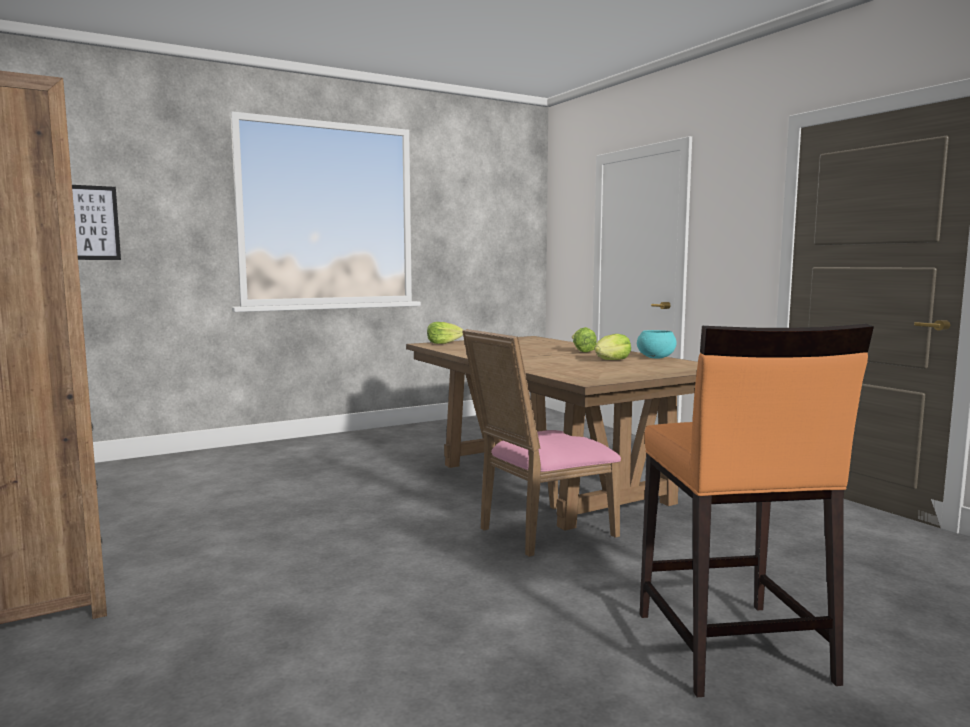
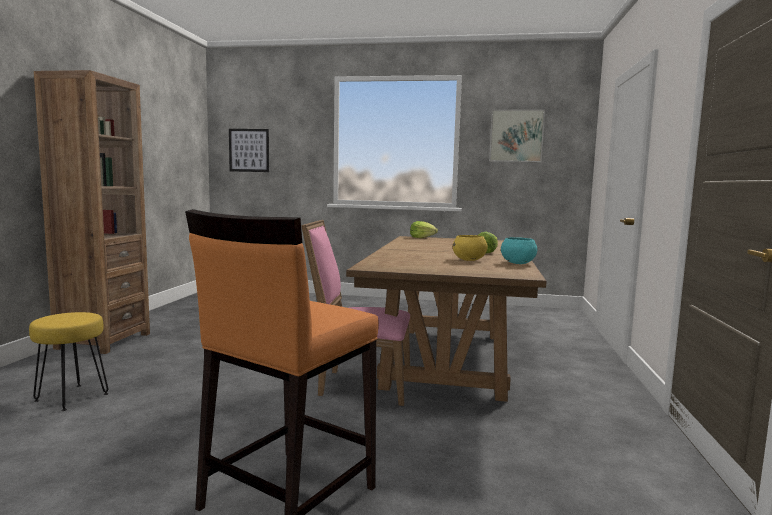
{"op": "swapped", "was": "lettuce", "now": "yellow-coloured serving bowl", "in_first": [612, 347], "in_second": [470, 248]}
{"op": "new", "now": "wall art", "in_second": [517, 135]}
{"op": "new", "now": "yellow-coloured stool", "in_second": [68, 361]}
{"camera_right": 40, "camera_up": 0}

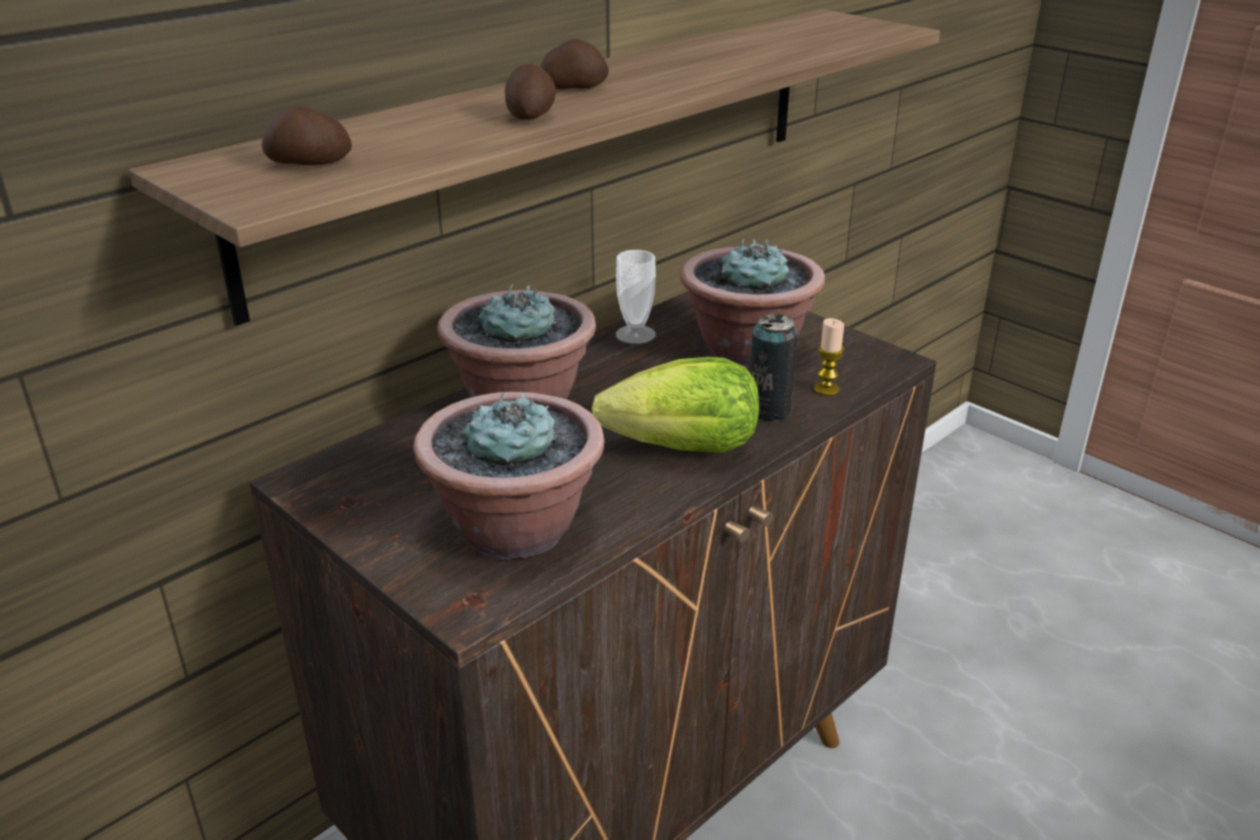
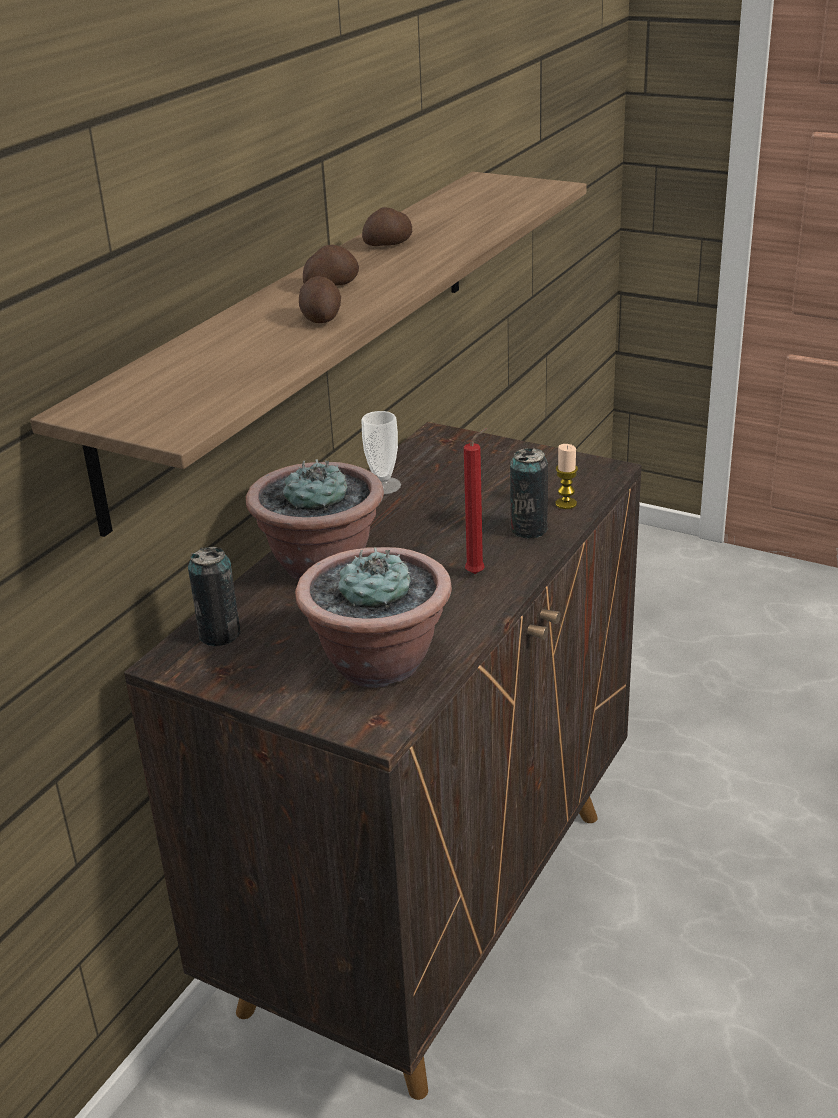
{"op": "shifted", "was": "potato", "in_first": [307, 135], "in_second": [387, 226]}
{"op": "gone", "was": "plant in a pot", "in_first": [752, 304]}
{"op": "swapped", "was": "lettuce", "now": "red wax candle", "in_first": [675, 405], "in_second": [476, 501]}
{"op": "new", "now": "sealed can", "in_second": [214, 596]}
{"camera_right": -15, "camera_up": 0}

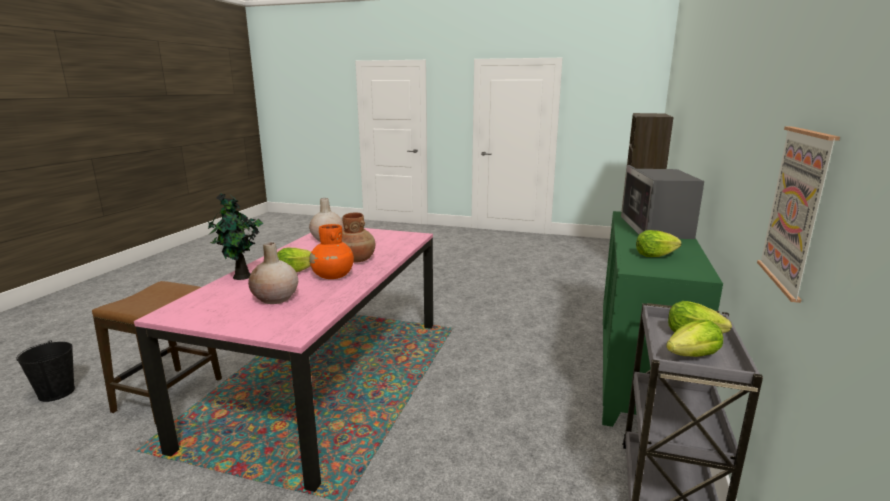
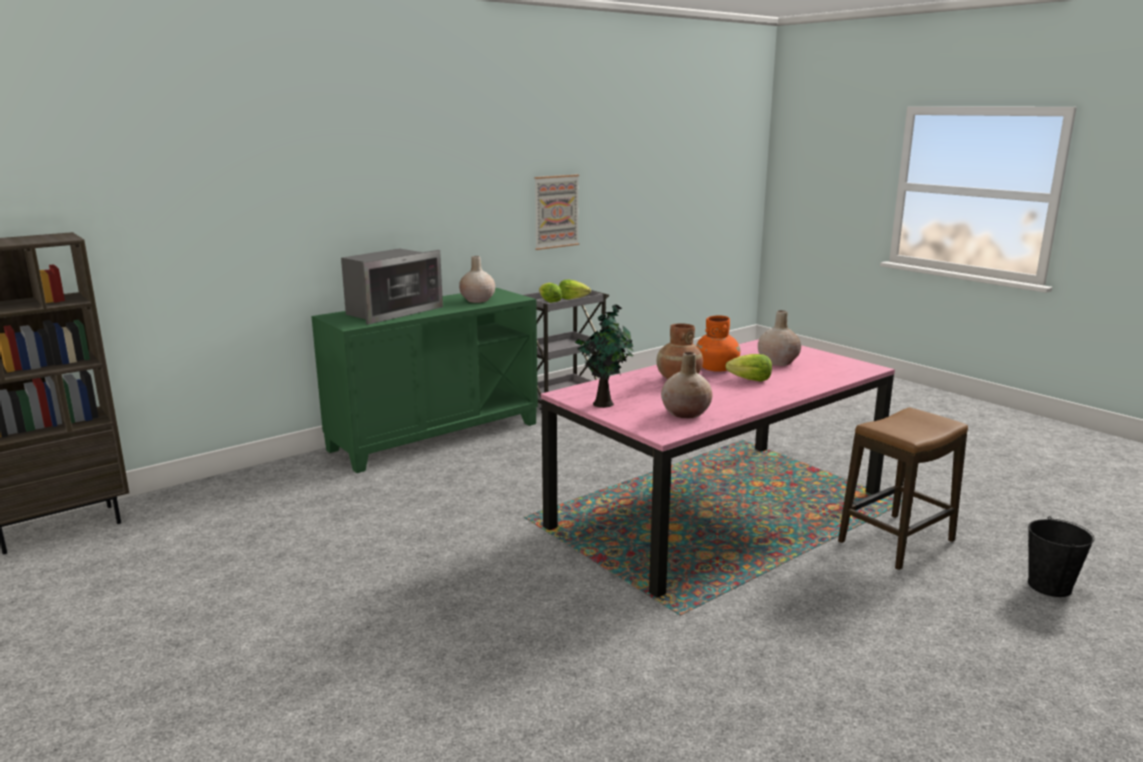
{"op": "shifted", "was": "plant in a pot", "in_first": [235, 236], "in_second": [604, 356]}
{"op": "swapped", "was": "lettuce", "now": "sand-coloured flower vase", "in_first": [658, 243], "in_second": [477, 279]}
{"camera_right": -145, "camera_up": 0}

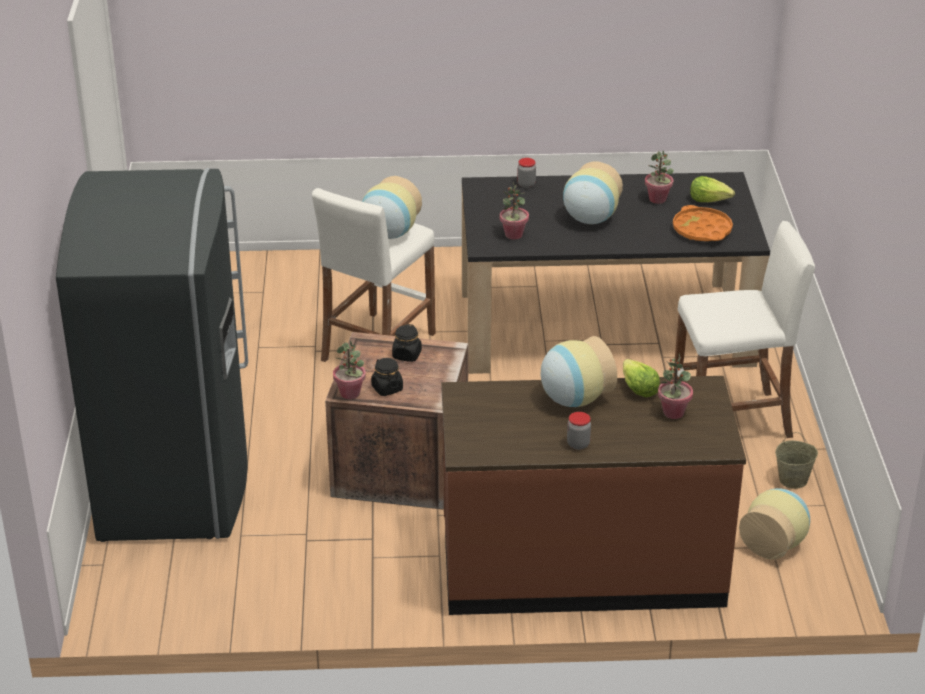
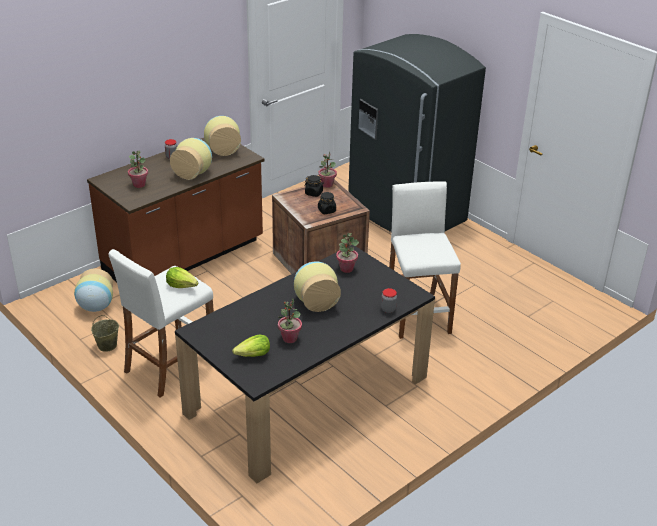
{"op": "shifted", "was": "flower vase", "in_first": [392, 207], "in_second": [222, 136]}
{"op": "gone", "was": "orange tray", "in_first": [703, 223]}
{"op": "shifted", "was": "lettuce", "in_first": [641, 378], "in_second": [182, 277]}
{"camera_right": 140, "camera_up": 0}

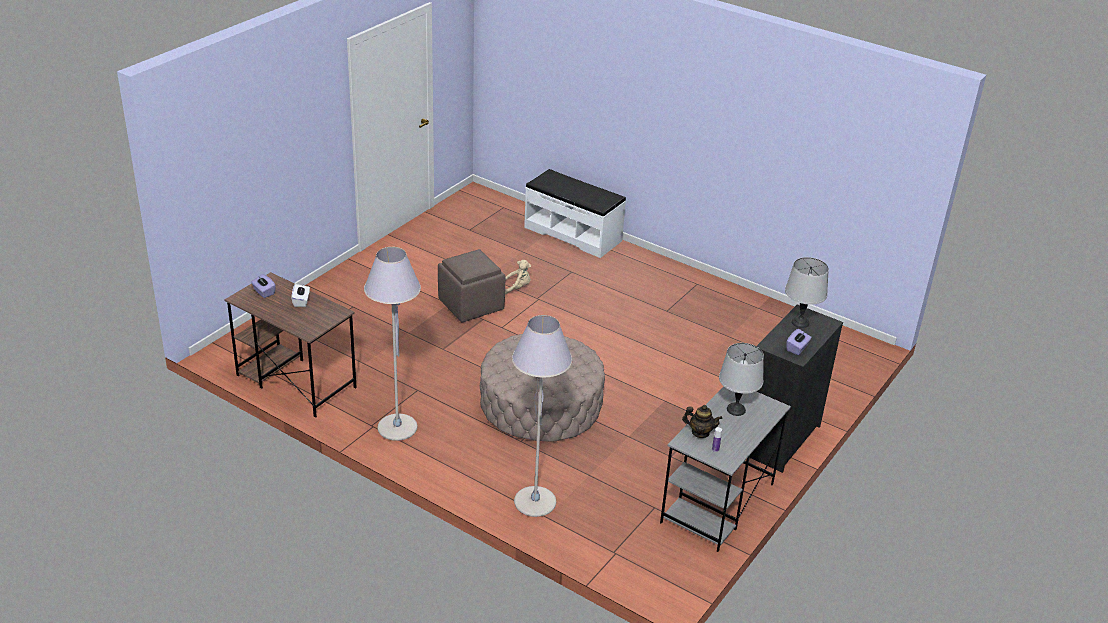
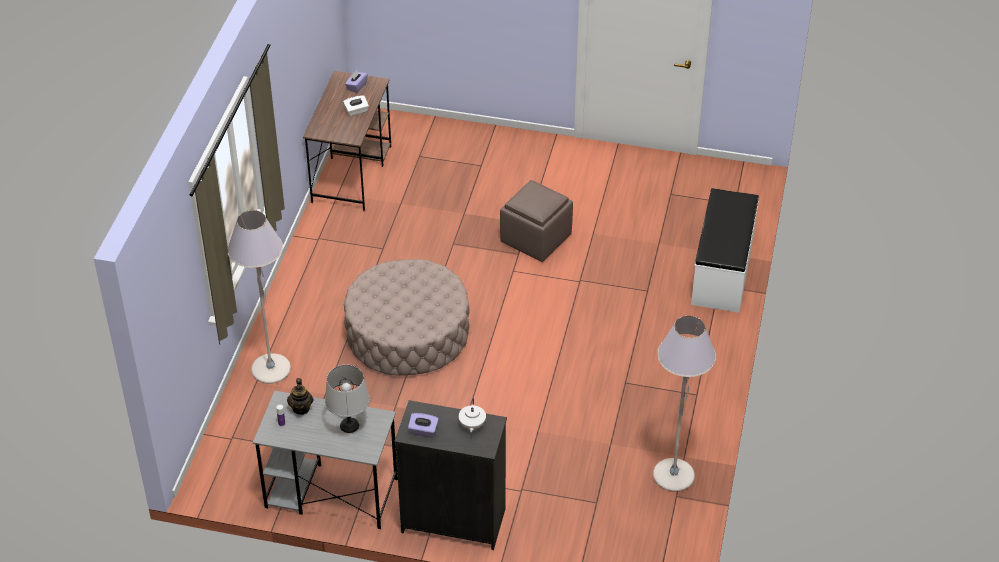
{"op": "shifted", "was": "gray standing lamp", "in_first": [392, 344], "in_second": [684, 404]}
{"op": "swapped", "was": "gray tabletop lamp", "now": "white teapot", "in_first": [807, 292], "in_second": [472, 415]}
{"op": "gone", "was": "sand-coloured soft toy", "in_first": [518, 277]}
{"camera_right": 70, "camera_up": 10}

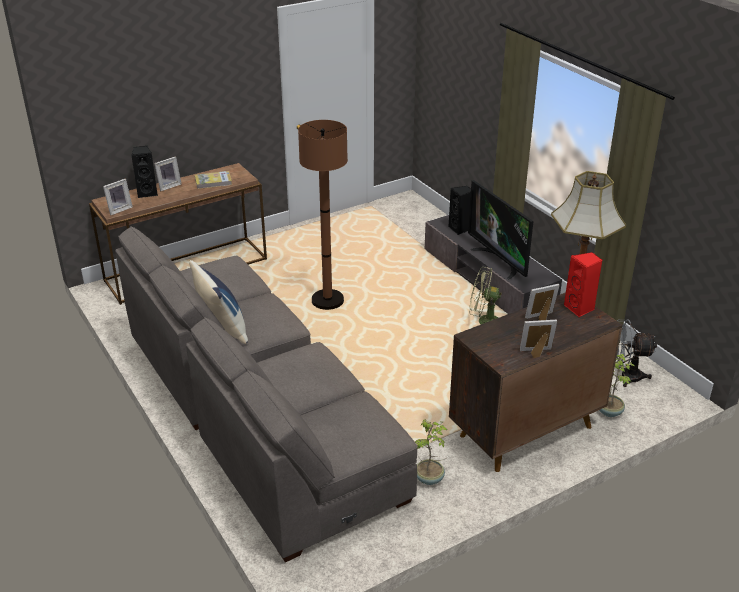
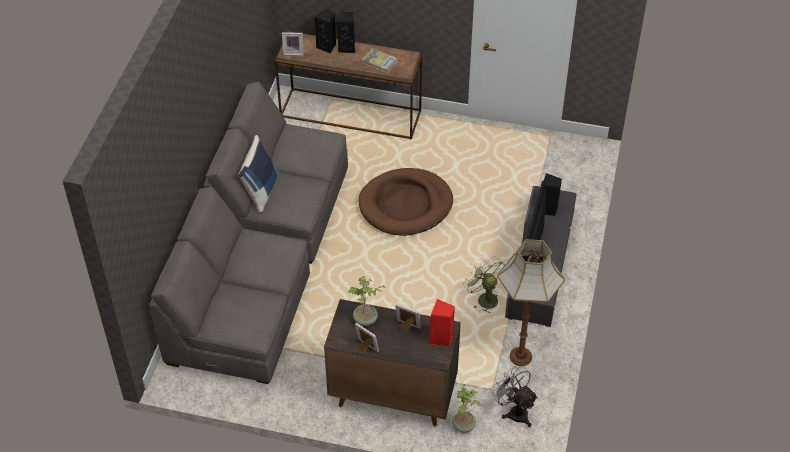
{"op": "swapped", "was": "brownish standing lamp", "now": "brownish dog bed", "in_first": [323, 215], "in_second": [406, 202]}
{"op": "swapped", "was": "photo frame", "now": "blackish audio speaker", "in_first": [168, 174], "in_second": [346, 32]}
{"op": "shifted", "was": "plant in a pot", "in_first": [431, 452], "in_second": [367, 301]}
{"camera_right": 45, "camera_up": 15}

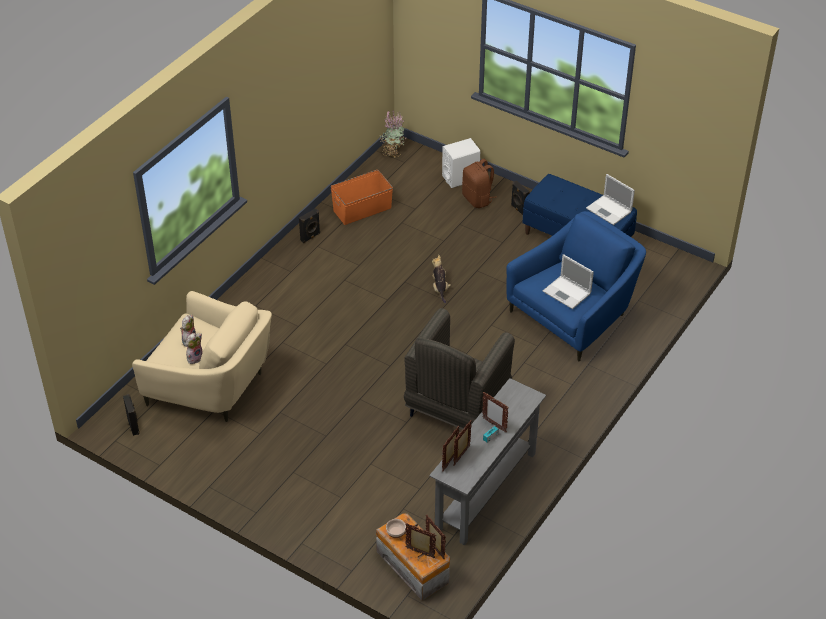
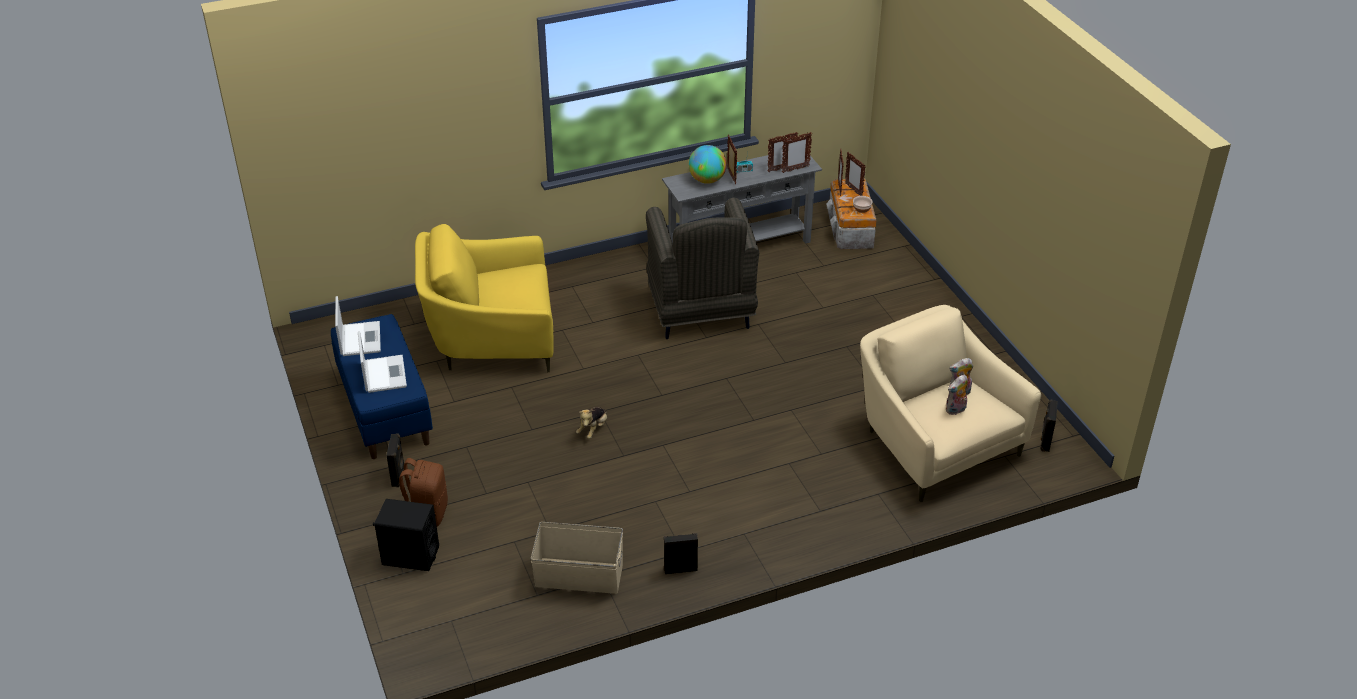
{"op": "gone", "was": "plant in a pot", "in_first": [393, 134]}
{"op": "repainted", "was": "white audio speaker", "now": "blackish audio speaker", "in_first": [461, 163], "in_second": [406, 535]}
{"op": "repainted", "was": "orange storage bin", "now": "sand-coloured storage bin", "in_first": [362, 197], "in_second": [577, 558]}
{"op": "repainted", "was": "bluish easy chair", "now": "yellow-coloured easy chair", "in_first": [576, 286], "in_second": [484, 298]}
{"op": "shifted", "was": "portable computer", "in_first": [568, 281], "in_second": [382, 362]}
{"op": "rotated", "was": "gray easy chair", "in_first": [459, 369], "in_second": [702, 268], "clockwise": 105}
{"op": "new", "now": "world globe", "in_second": [707, 164]}
{"camera_right": -145, "camera_up": -5}

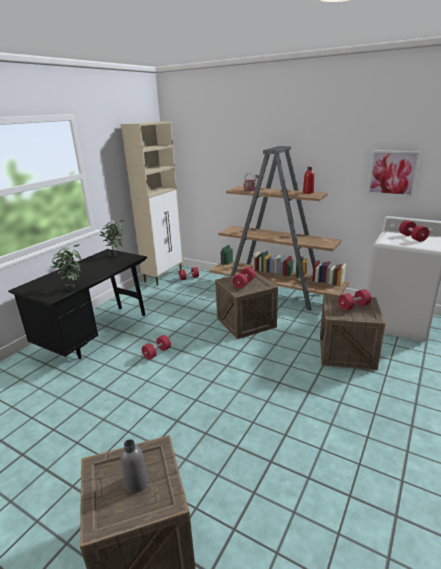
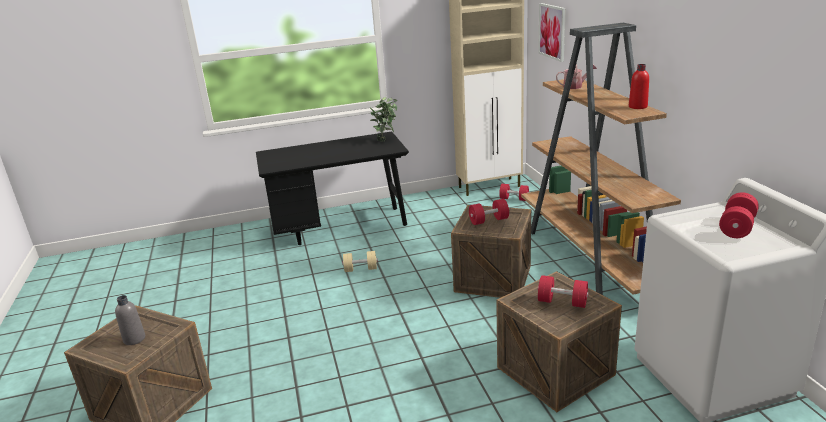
{"op": "shifted", "was": "wall art", "in_first": [394, 174], "in_second": [552, 32]}
{"op": "gone", "was": "plant in a pot", "in_first": [65, 267]}
{"op": "repainted", "was": "red hand weight", "now": "sand-coloured hand weight", "in_first": [156, 347], "in_second": [360, 261]}
{"camera_right": 45, "camera_up": 0}

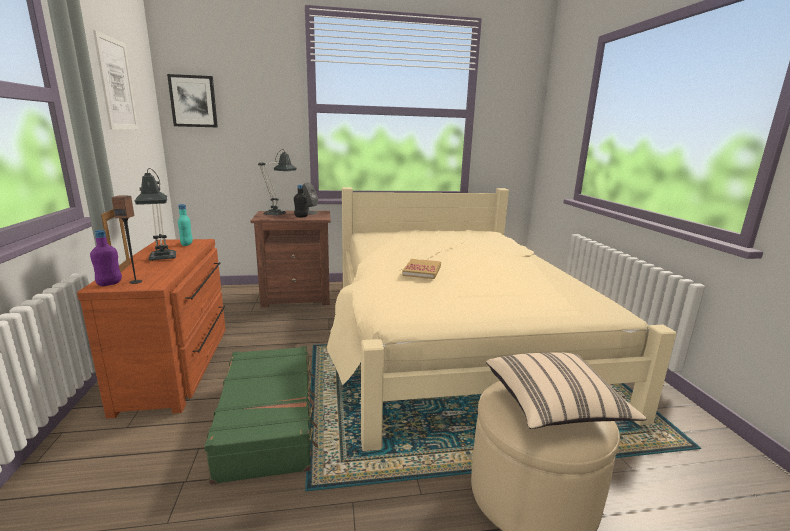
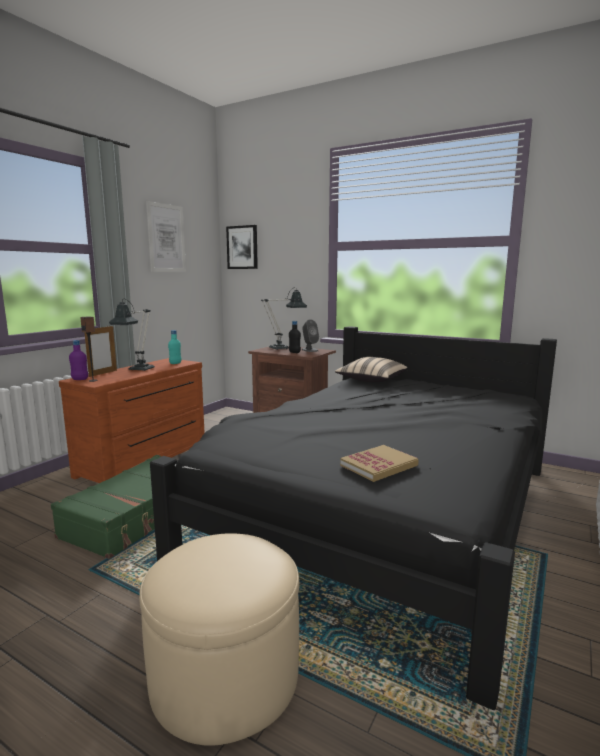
{"op": "repainted", "was": "sand-coloured sleeping bed", "now": "blackish sleeping bed", "in_first": [502, 319], "in_second": [353, 518]}
{"op": "shifted", "was": "book", "in_first": [421, 269], "in_second": [379, 463]}
{"op": "shifted", "was": "sand-coloured cushion", "in_first": [566, 390], "in_second": [371, 369]}
{"camera_right": 40, "camera_up": -5}

